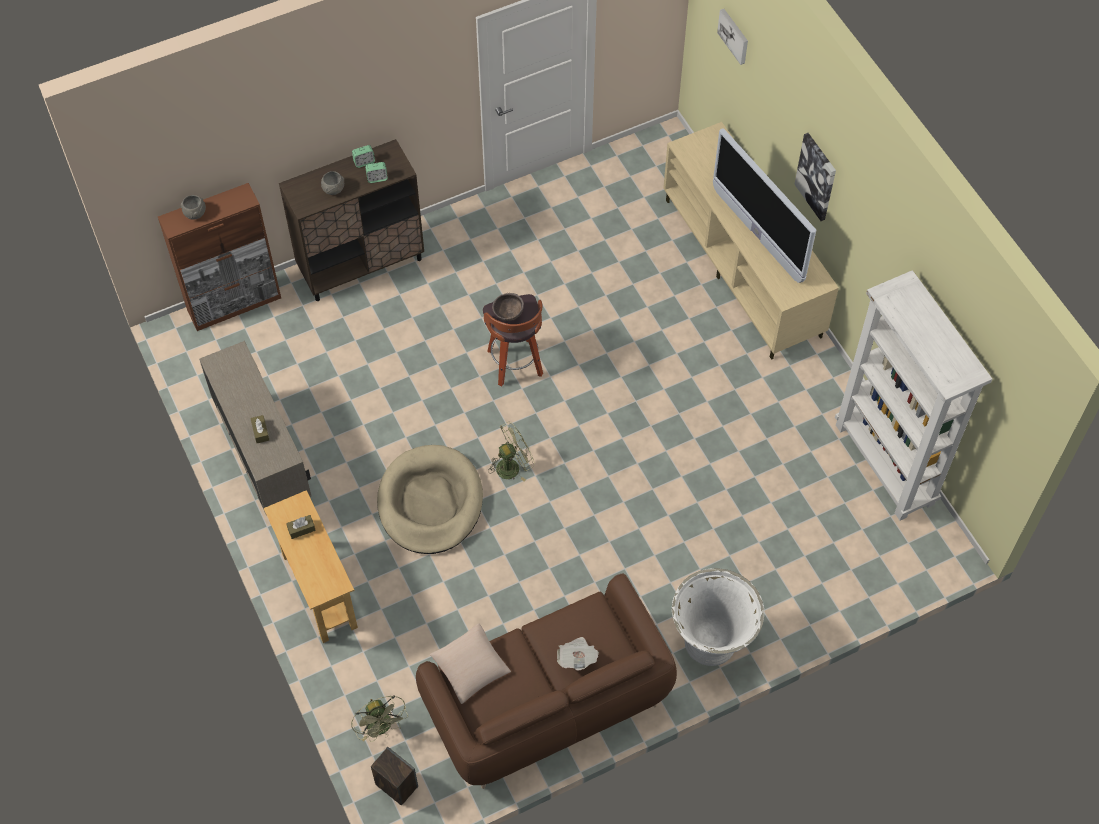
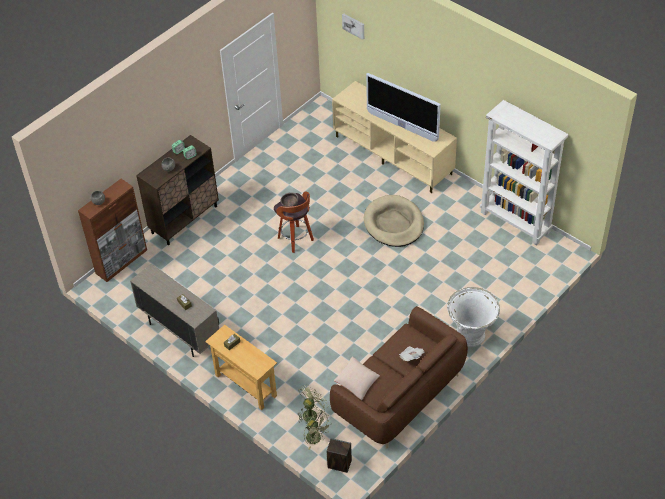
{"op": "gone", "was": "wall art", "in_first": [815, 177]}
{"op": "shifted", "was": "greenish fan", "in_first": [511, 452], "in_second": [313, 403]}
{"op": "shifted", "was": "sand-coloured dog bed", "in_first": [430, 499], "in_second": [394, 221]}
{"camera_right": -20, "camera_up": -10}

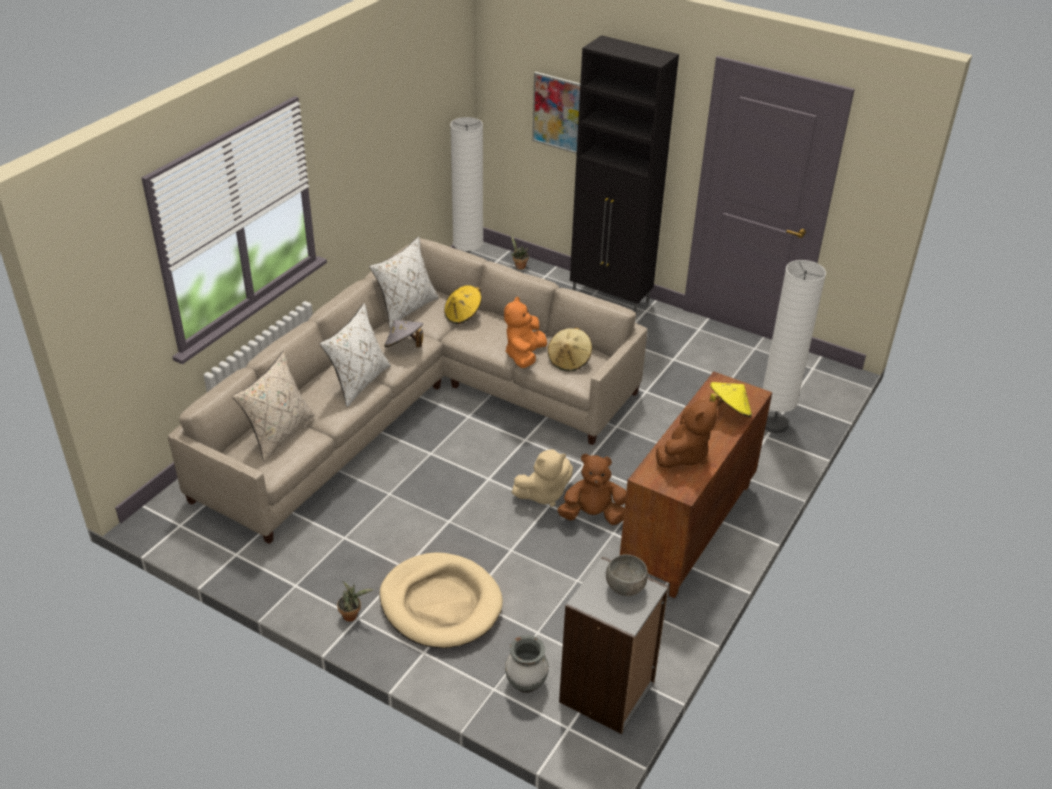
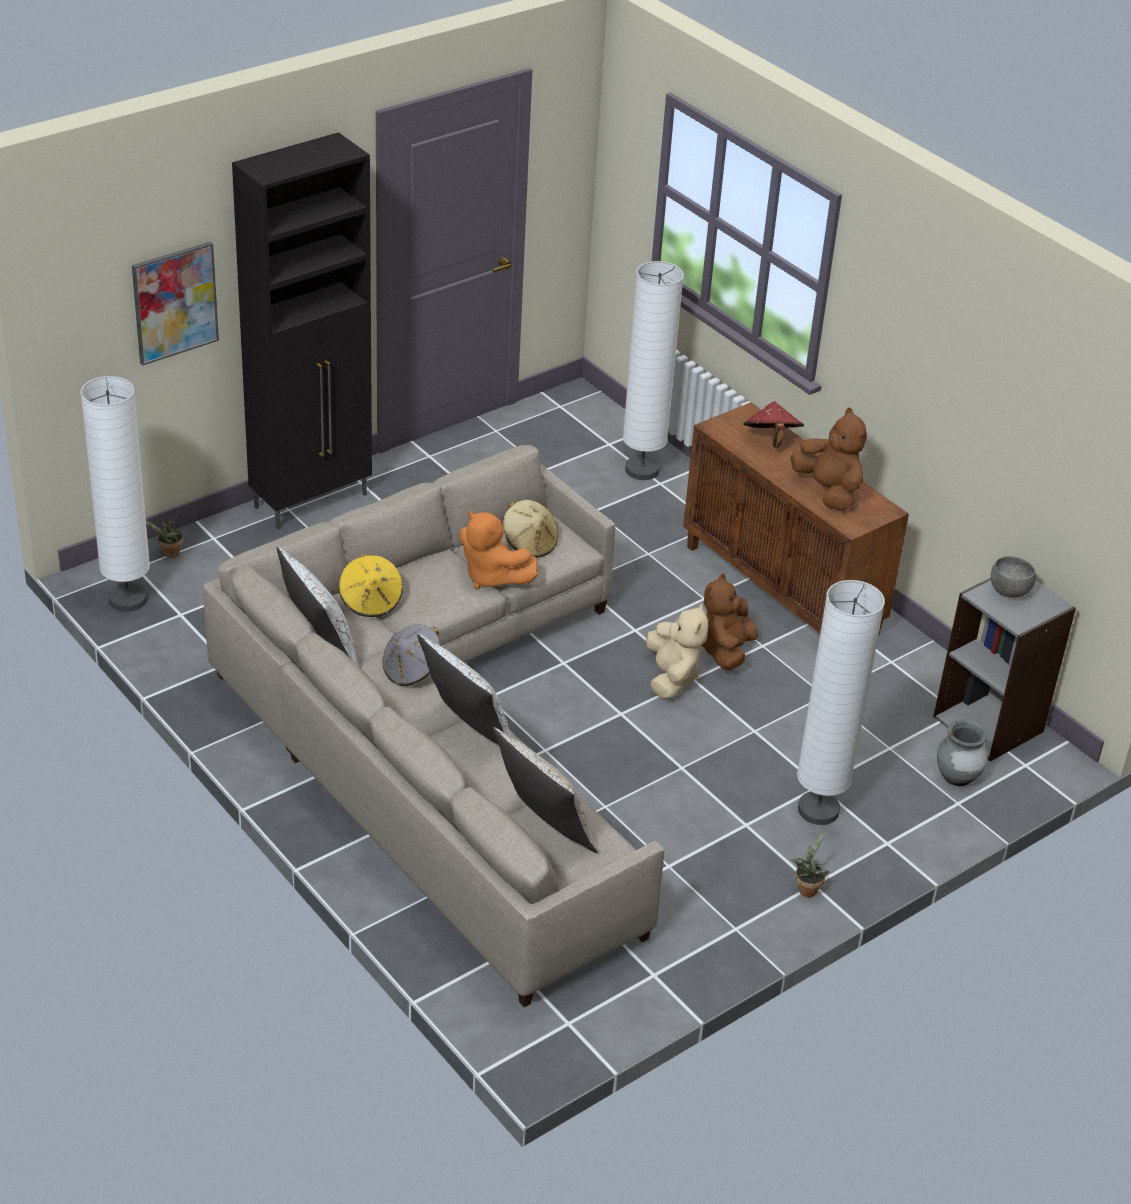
{"op": "repainted", "was": "yellow-coloured hat", "now": "red hat", "in_first": [731, 399], "in_second": [773, 424]}
{"op": "swapped", "was": "sand-coloured dog bed", "now": "white standing lamp", "in_first": [441, 600], "in_second": [841, 702]}
{"camera_right": -70, "camera_up": 0}

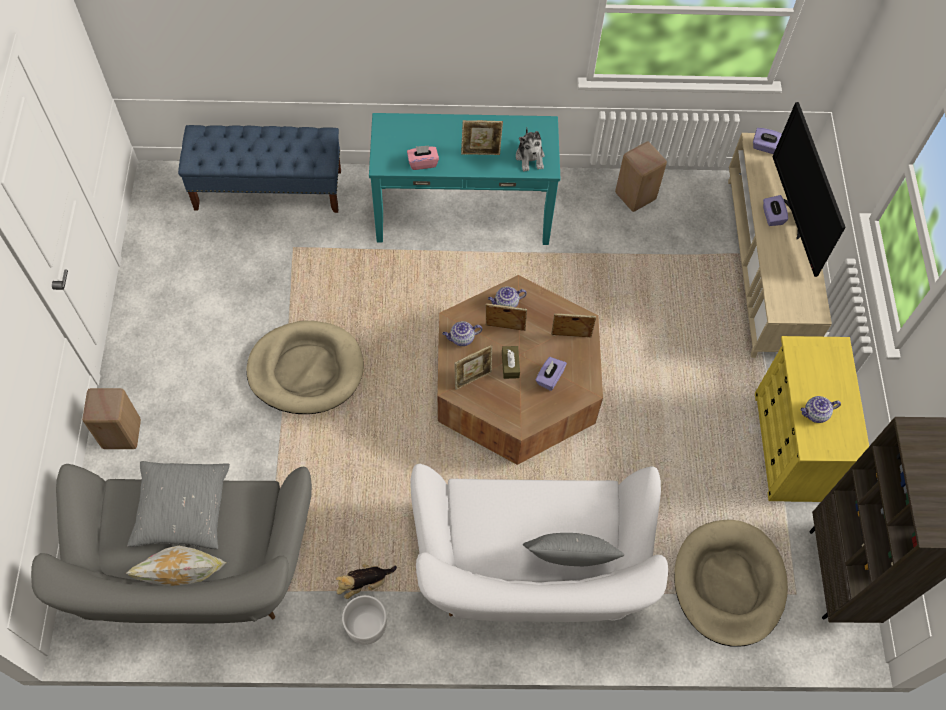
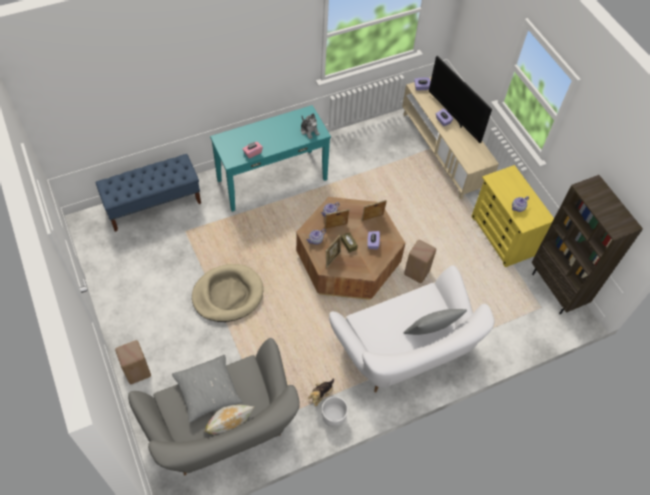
{"op": "gone", "was": "photo frame", "in_first": [482, 137]}
{"op": "shifted", "was": "sand-coloured stool", "in_first": [641, 176], "in_second": [420, 261]}
{"op": "gone", "was": "sand-coloured dog bed", "in_first": [731, 583]}
{"camera_right": -25, "camera_up": -5}

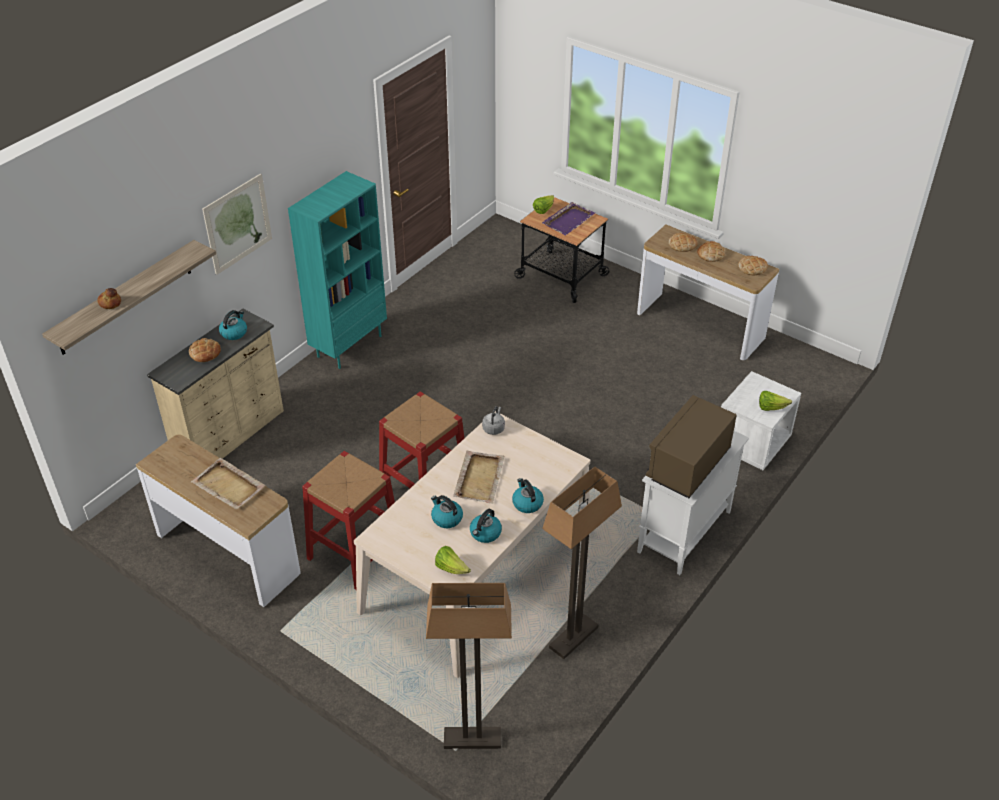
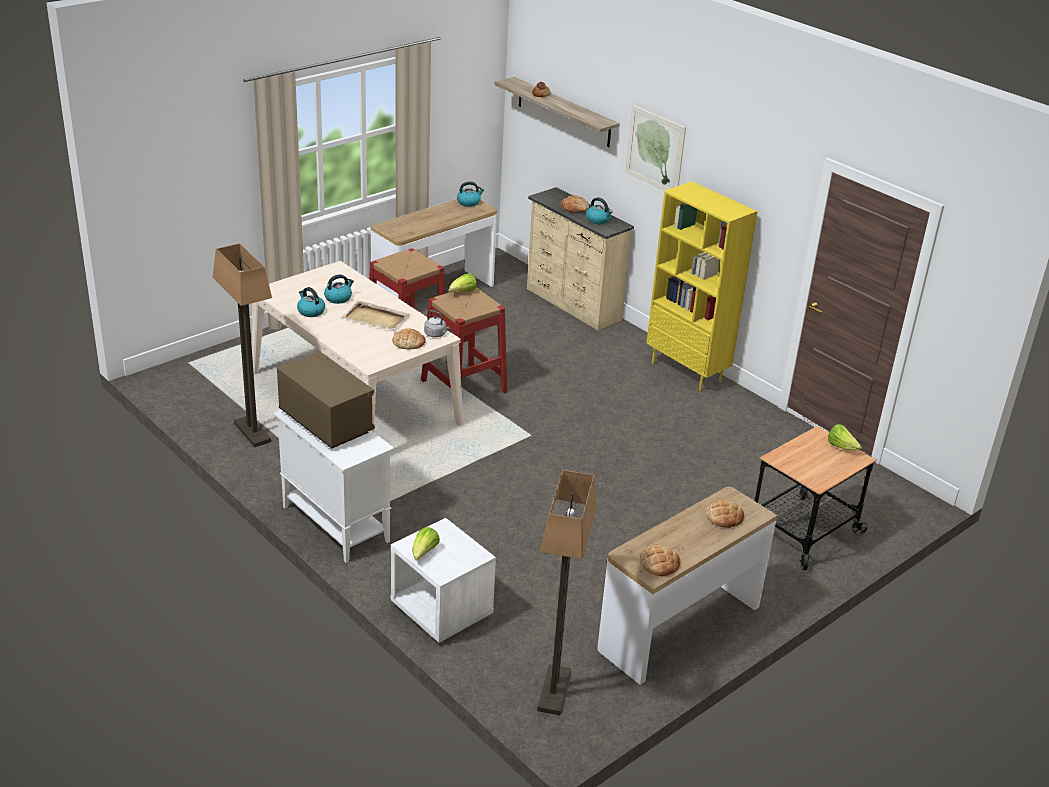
{"op": "repainted", "was": "turquoise-coloured bookshelf", "now": "yellow-coloured bookshelf", "in_first": [337, 270], "in_second": [701, 286]}
{"op": "gone", "was": "purple tray", "in_first": [568, 218]}
{"op": "shifted", "was": "bakery bread", "in_first": [711, 251], "in_second": [409, 338]}
{"op": "gone", "was": "sand-coloured tray", "in_first": [228, 483]}
{"op": "shifted", "was": "tea kettle", "in_first": [528, 495], "in_second": [470, 194]}
{"op": "shifted", "was": "lettuce", "in_first": [453, 560], "in_second": [463, 282]}
{"op": "shifted", "was": "standing lamp", "in_first": [469, 666], "in_second": [567, 592]}
{"camera_right": 100, "camera_up": -10}

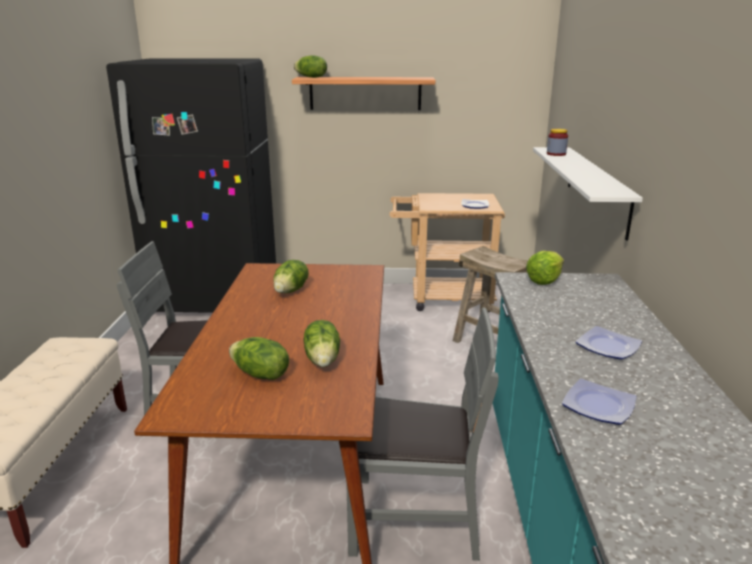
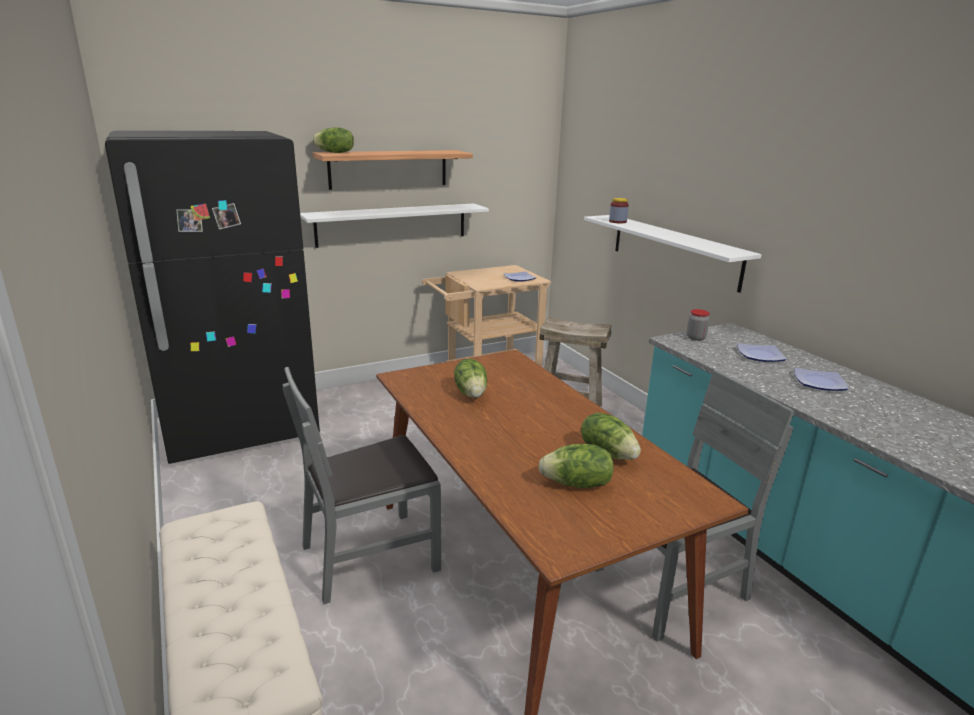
{"op": "swapped", "was": "lettuce", "now": "preserve jar", "in_first": [545, 268], "in_second": [698, 325]}
{"op": "shifted", "was": "flat dish", "in_first": [599, 402], "in_second": [762, 352]}
{"op": "new", "now": "white bracket shelf", "in_second": [394, 225]}
{"camera_right": -30, "camera_up": 0}

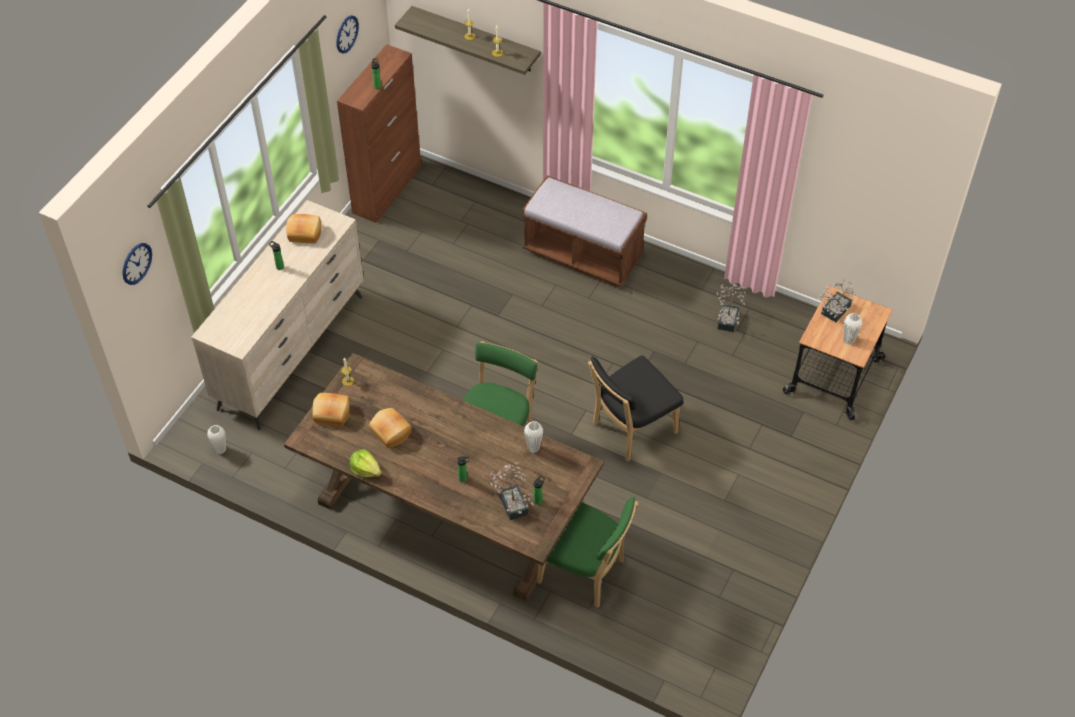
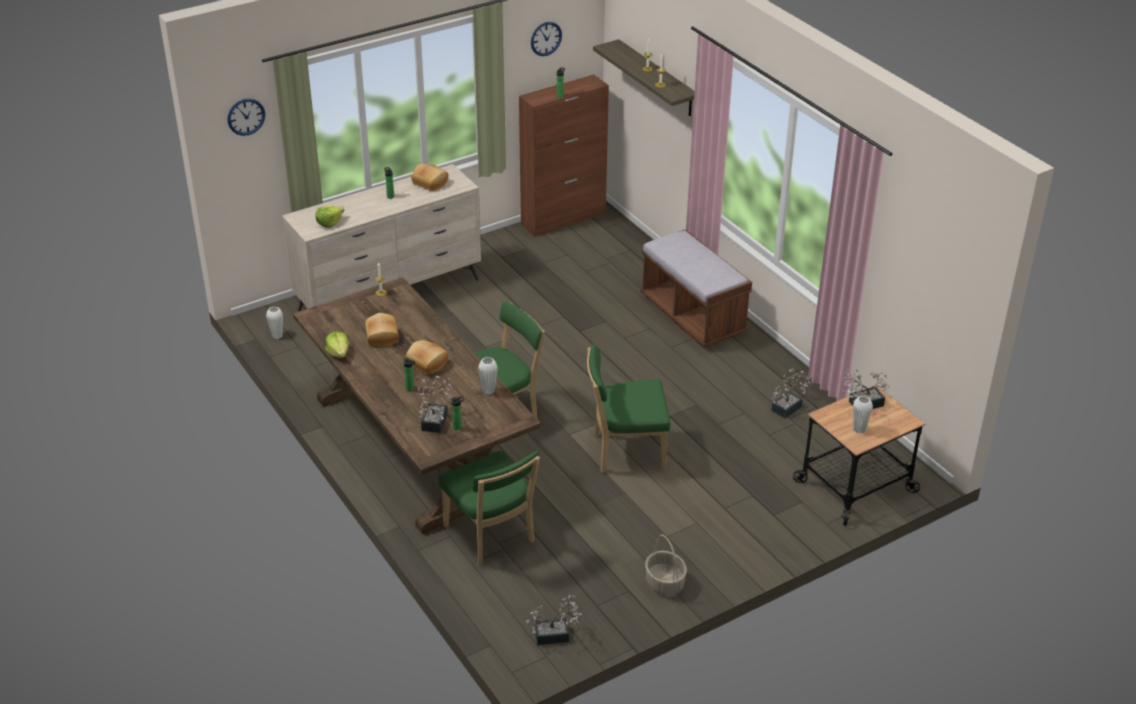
{"op": "repainted", "was": "blackish upright chair", "now": "greenish upright chair", "in_first": [635, 408], "in_second": [628, 408]}
{"op": "shifted", "was": "bakery bread", "in_first": [331, 409], "in_second": [426, 357]}
{"op": "new", "now": "lettuce", "in_second": [329, 216]}
{"op": "new", "now": "storage basket", "in_second": [666, 564]}
{"op": "new", "now": "plant in a pot", "in_second": [554, 620]}
{"camera_right": 30, "camera_up": -15}

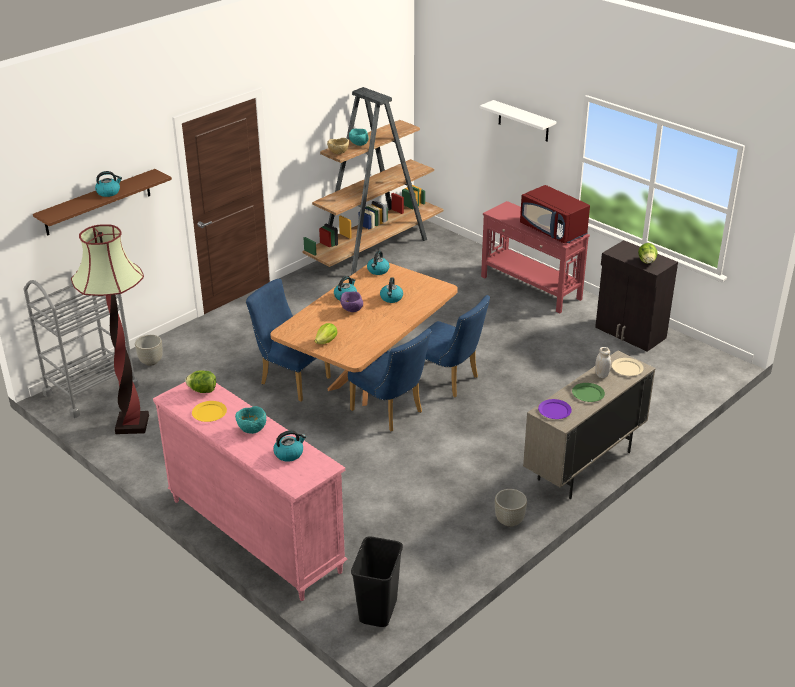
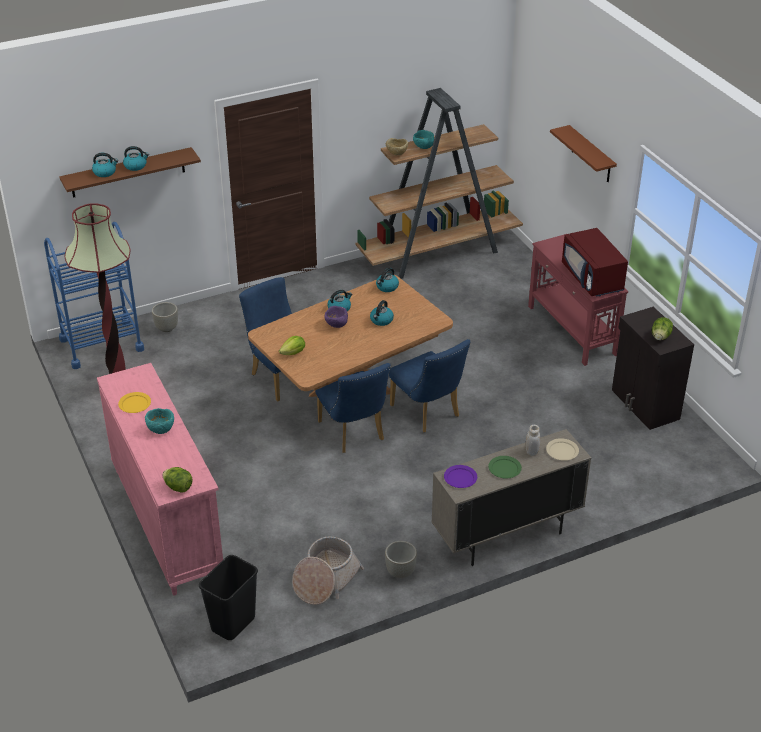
{"op": "repainted", "was": "white bracket shelf", "now": "brownish bracket shelf", "in_first": [518, 121], "in_second": [583, 153]}
{"op": "repainted", "was": "gray cart", "now": "bluish cart", "in_first": [81, 349], "in_second": [94, 295]}
{"op": "shifted", "was": "lettuce", "in_first": [200, 382], "in_second": [177, 480]}
{"op": "shifted", "was": "tea kettle", "in_first": [289, 446], "in_second": [105, 165]}
{"op": "new", "now": "storage basket", "in_second": [328, 570]}
{"camera_right": 20, "camera_up": 5}

